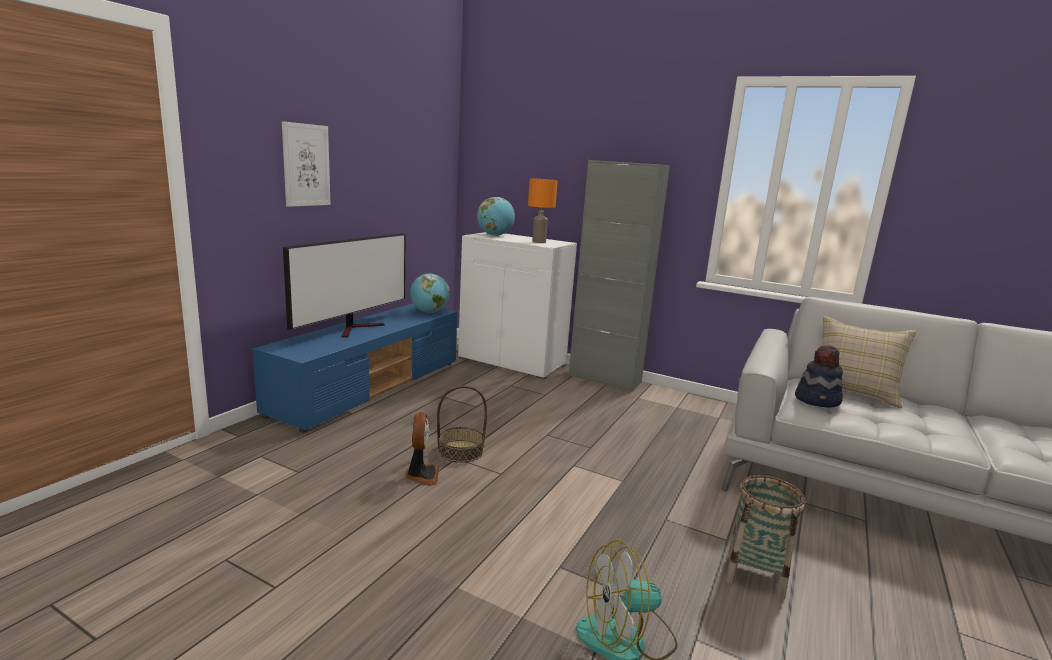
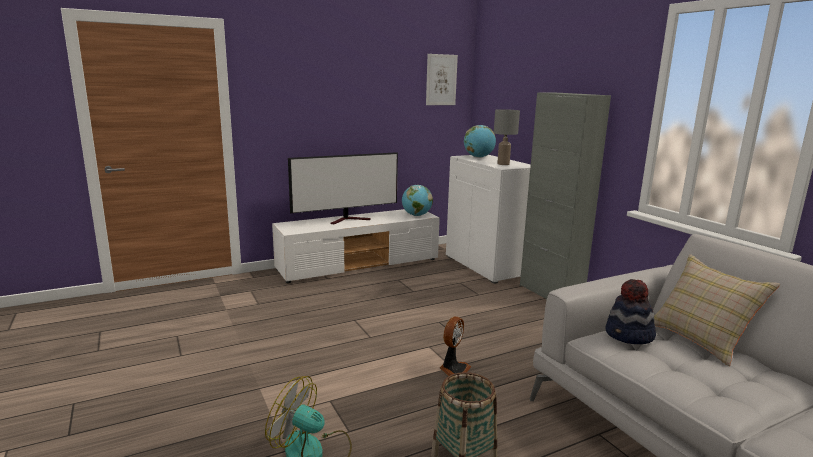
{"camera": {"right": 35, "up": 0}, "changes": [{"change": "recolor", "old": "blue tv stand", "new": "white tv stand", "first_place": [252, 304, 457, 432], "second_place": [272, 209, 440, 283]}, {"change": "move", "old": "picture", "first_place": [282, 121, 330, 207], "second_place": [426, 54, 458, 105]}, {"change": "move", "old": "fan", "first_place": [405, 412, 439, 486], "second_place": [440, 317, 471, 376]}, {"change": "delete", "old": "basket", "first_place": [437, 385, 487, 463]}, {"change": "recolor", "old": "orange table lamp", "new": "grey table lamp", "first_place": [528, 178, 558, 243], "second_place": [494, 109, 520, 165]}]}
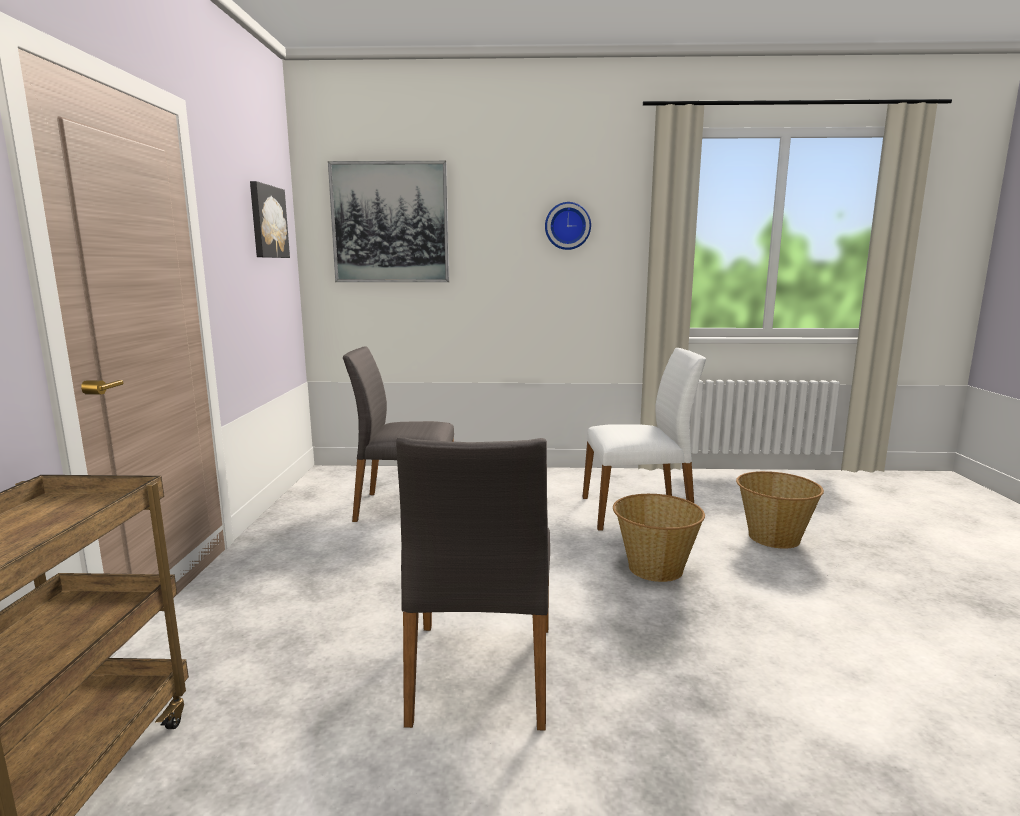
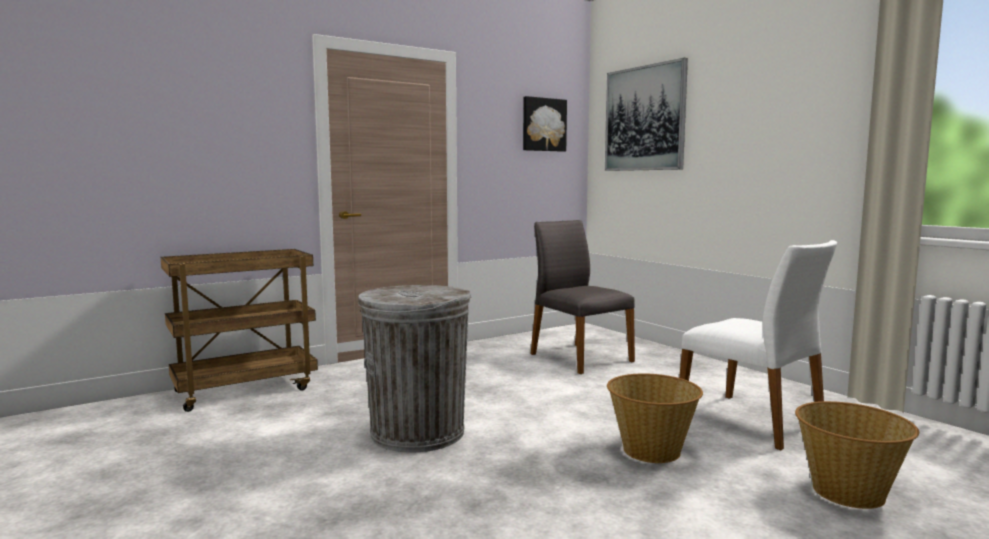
{"camera": {"right": 55, "up": -5}, "changes": [{"change": "replace", "old": "grey chair", "new": "grey trash can", "first_place": [396, 437, 550, 730], "second_place": [358, 285, 471, 453]}, {"change": "delete", "old": "wall clock", "first_place": [545, 202, 591, 250]}]}
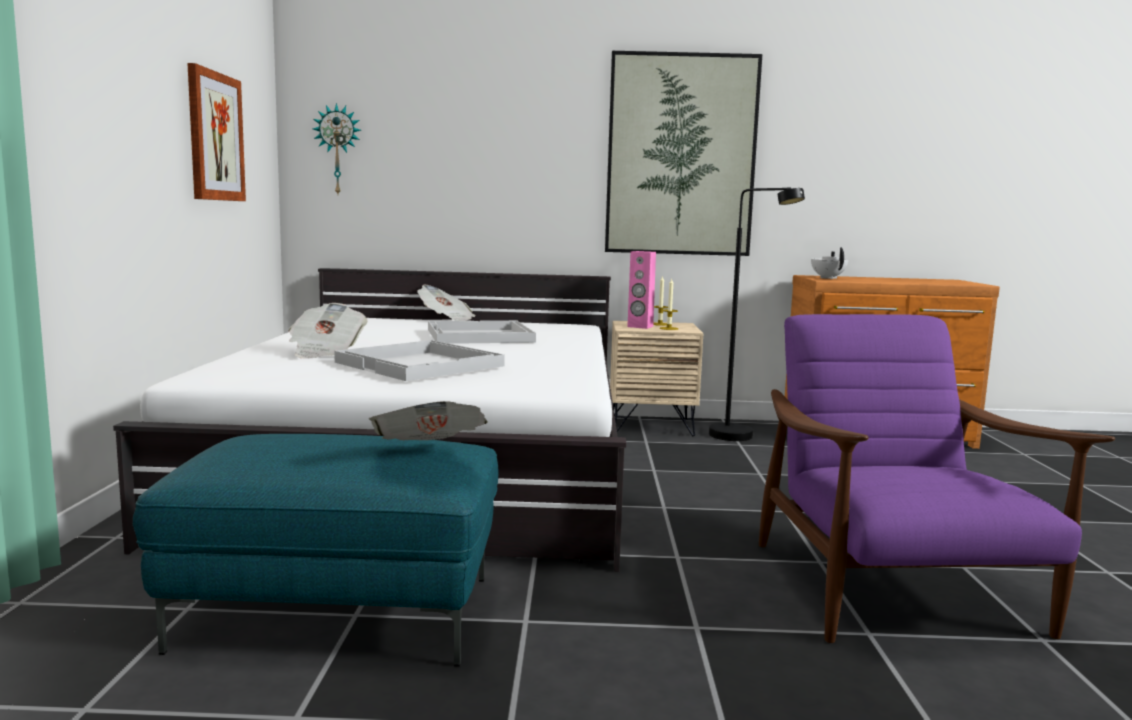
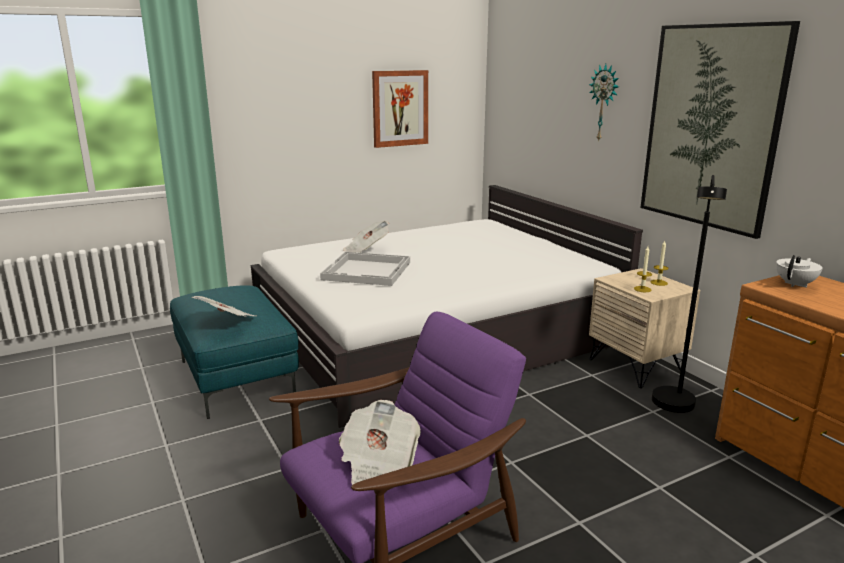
{"camera": {"right": 60, "up": 10}, "changes": [{"change": "move", "old": "wall clock", "first_place": [313, 103, 361, 194], "second_place": [589, 64, 619, 142]}, {"change": "move", "old": "newspaper", "first_place": [417, 285, 476, 321], "second_place": [339, 400, 421, 485]}, {"change": "delete", "old": "white tray", "first_place": [428, 320, 536, 344]}, {"change": "delete", "old": "pink speaker", "first_place": [627, 251, 656, 329]}]}
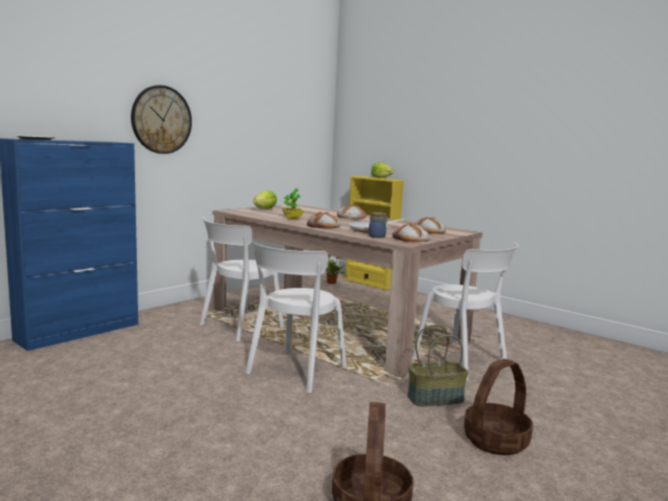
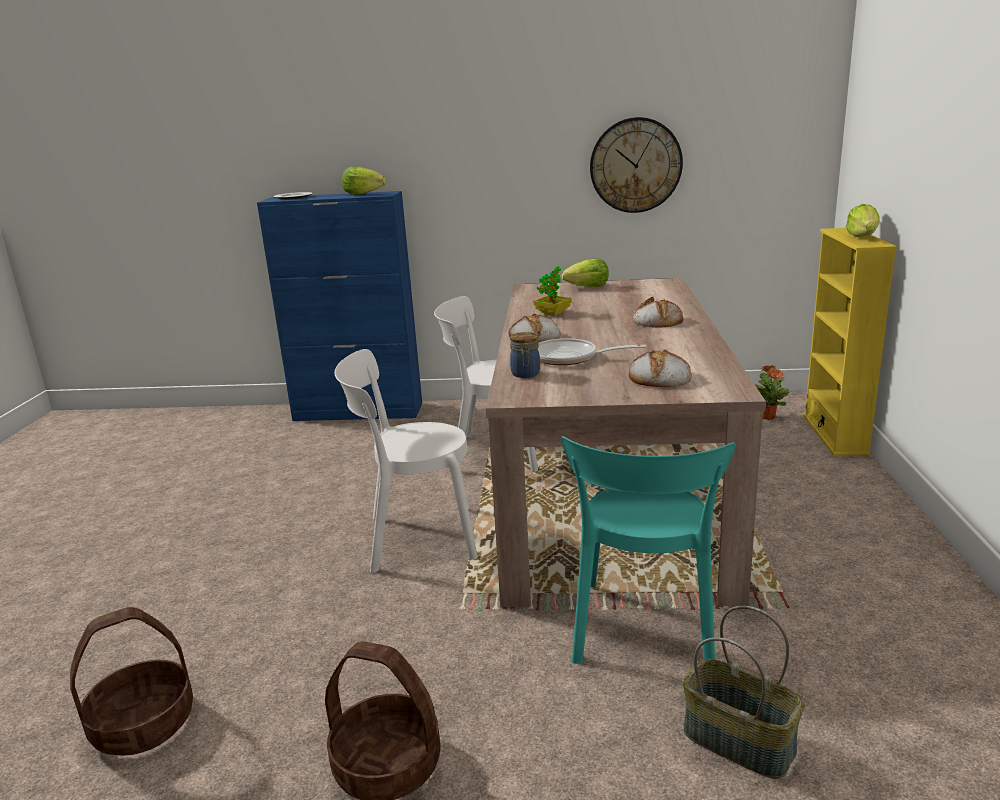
{"camera": {"right": 55, "up": 10}, "changes": [{"change": "move", "old": "wall clock", "first_place": [131, 85, 192, 154], "second_place": [590, 117, 683, 213]}, {"change": "delete", "old": "bread", "first_place": [392, 223, 429, 242]}, {"change": "move", "old": "basket", "first_place": [408, 324, 468, 406], "second_place": [683, 606, 805, 779]}, {"change": "recolor", "old": "white chair", "new": "turquoise chair", "first_place": [412, 242, 518, 380], "second_place": [561, 436, 736, 664]}, {"change": "insert", "new": "lettuce", "second_place": [342, 167, 386, 195]}]}
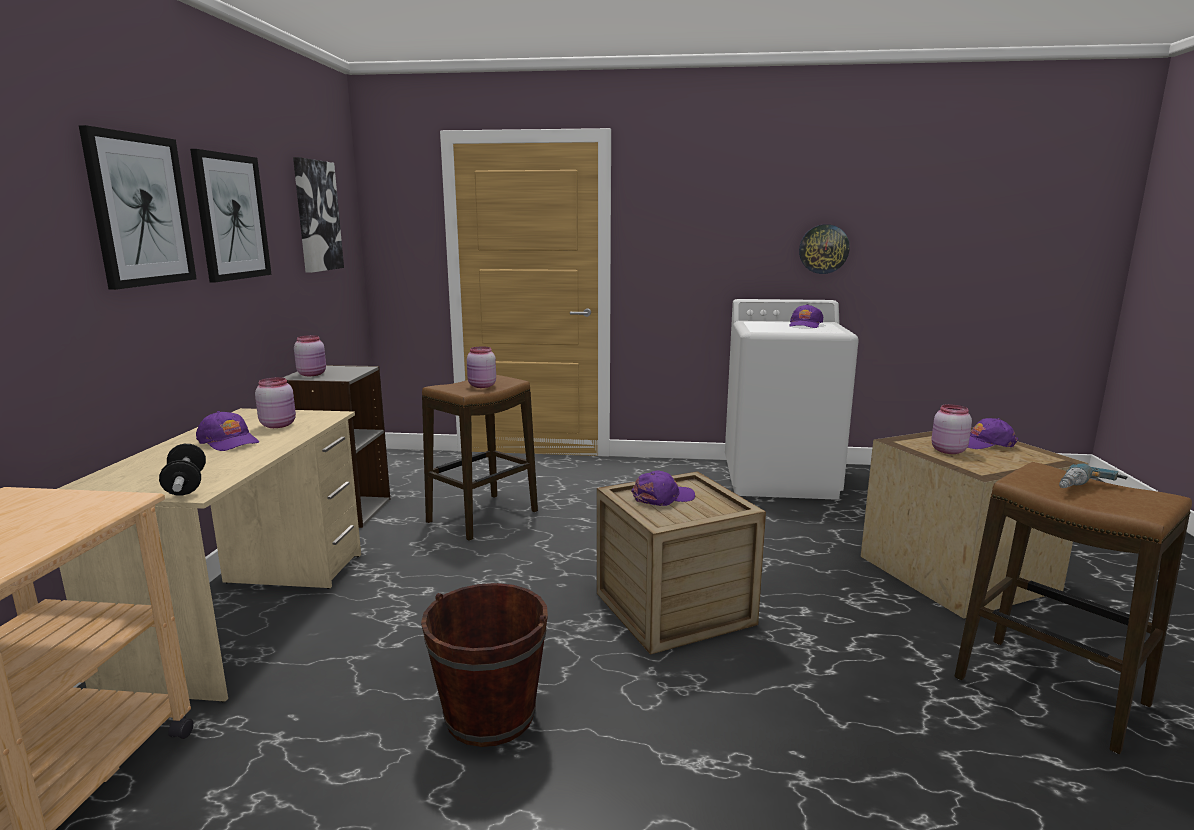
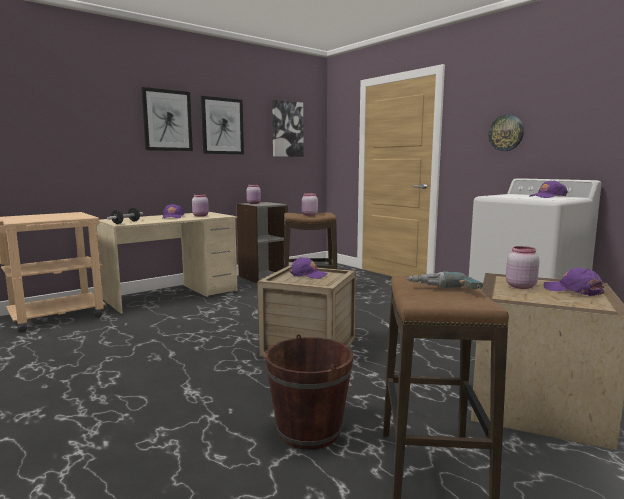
{"camera": {"right": 45, "up": -5}, "changes": [{"change": "move", "old": "brown bucket", "first_place": [421, 583, 548, 747], "second_place": [264, 334, 353, 450]}, {"change": "move", "old": "wall clock", "first_place": [799, 224, 850, 274], "second_place": [488, 114, 524, 151]}]}
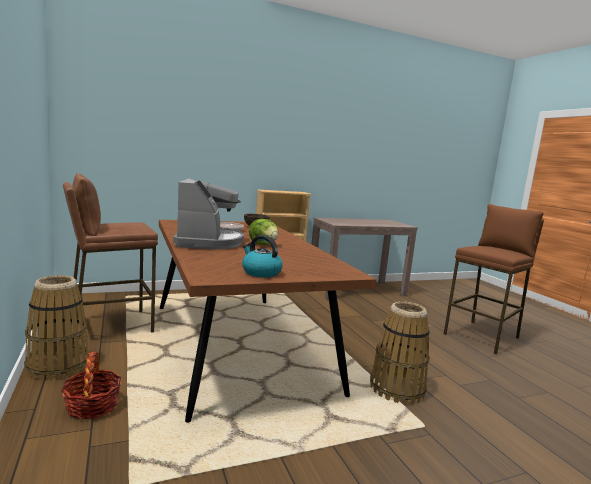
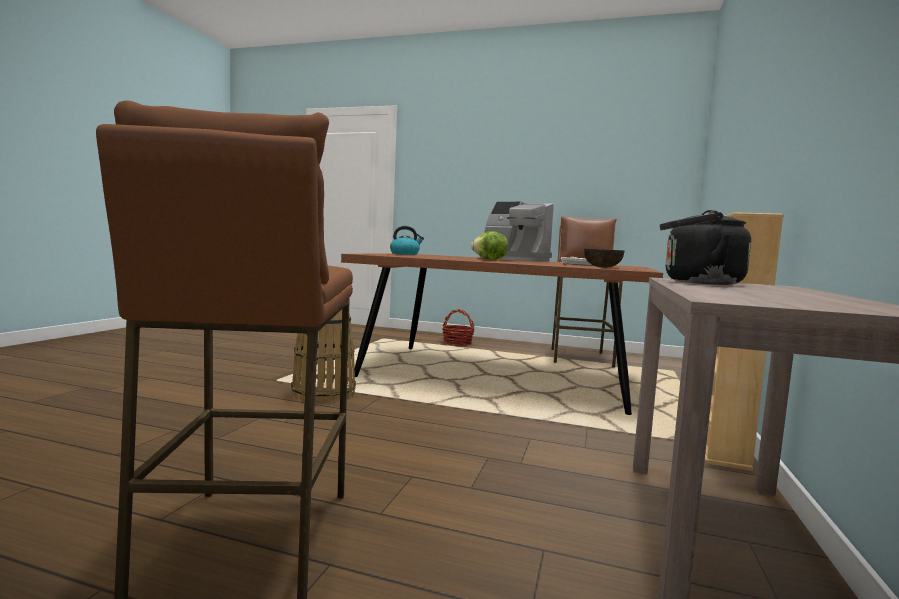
{"camera": {"right": 130, "up": -5}, "changes": [{"change": "delete", "old": "basket", "first_place": [24, 275, 90, 381]}, {"change": "insert", "new": "black kettle", "second_place": [660, 210, 751, 285]}]}
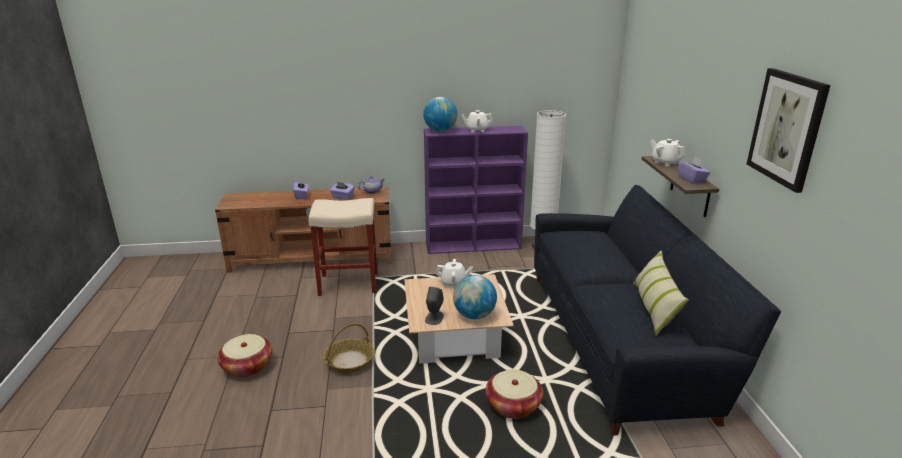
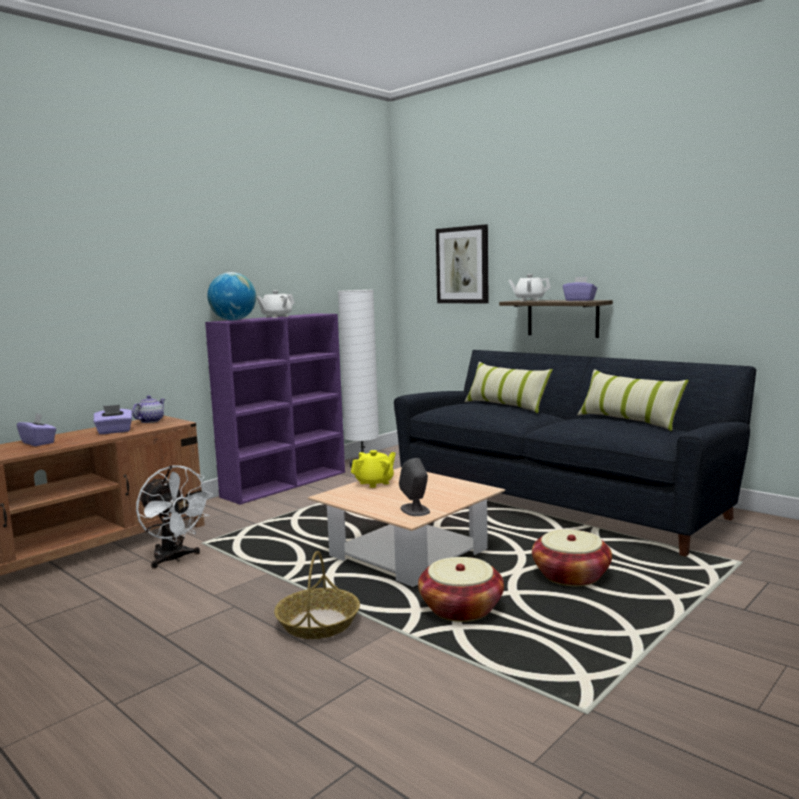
{"camera": {"right": -40, "up": -15}, "changes": [{"change": "move", "old": "basket", "first_place": [217, 334, 273, 378], "second_place": [418, 557, 504, 622]}, {"change": "replace", "old": "beige stool", "new": "white fan", "first_place": [308, 198, 377, 296], "second_place": [136, 465, 213, 569]}, {"change": "recolor", "old": "white teapot", "new": "yellow teapot", "first_place": [435, 259, 473, 287], "second_place": [351, 450, 396, 488]}, {"change": "delete", "old": "globe", "first_place": [453, 275, 497, 319]}, {"change": "move", "old": "picture", "first_place": [747, 68, 831, 193], "second_place": [436, 225, 489, 303]}, {"change": "insert", "new": "pillow", "second_place": [464, 362, 553, 413]}]}
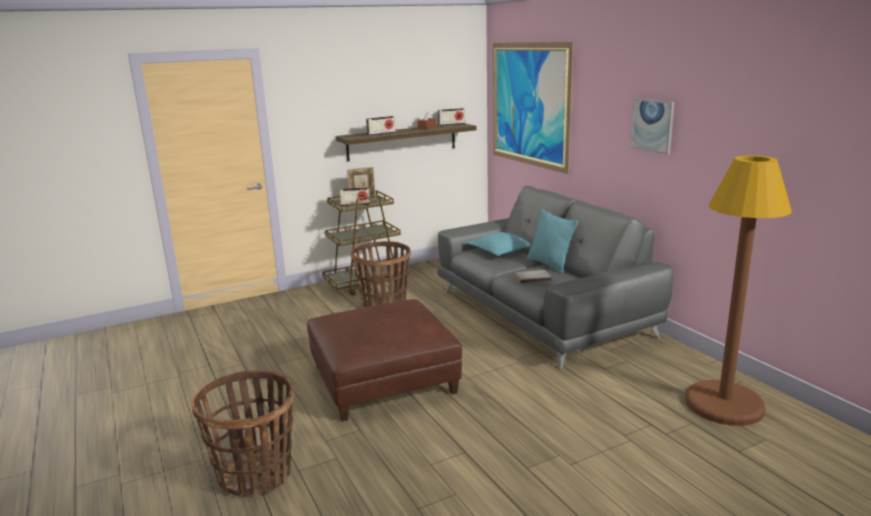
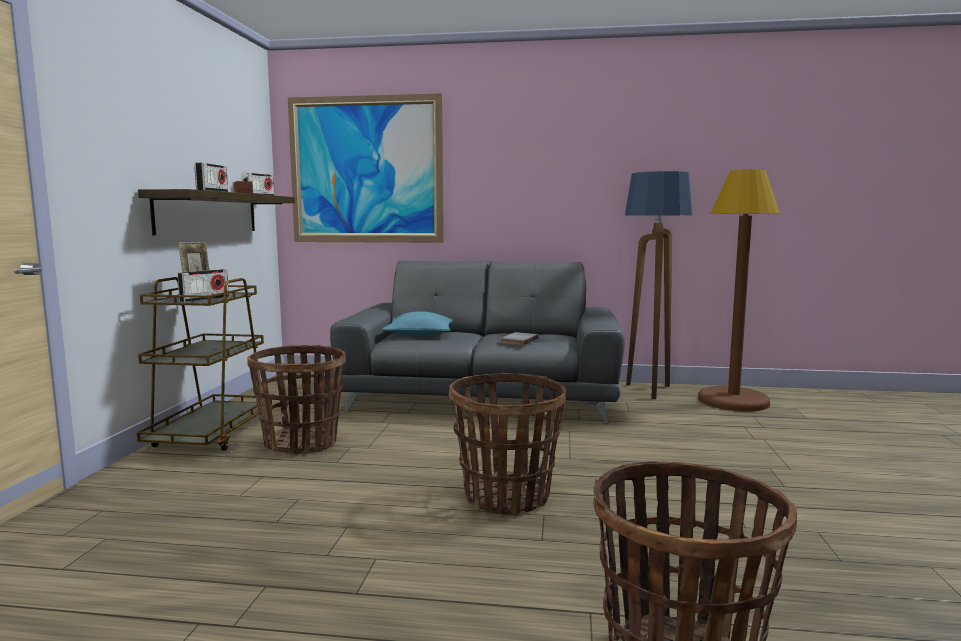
{"camera": {"right": -55, "up": -10}, "changes": [{"change": "replace", "old": "brown ottoman", "new": "basket", "first_place": [307, 299, 462, 422], "second_place": [449, 373, 566, 516]}, {"change": "delete", "old": "turquoise pillow", "first_place": [527, 209, 578, 274]}, {"change": "delete", "old": "picture", "first_place": [631, 99, 674, 154]}, {"change": "insert", "new": "floor lamp", "second_place": [625, 171, 692, 399]}]}
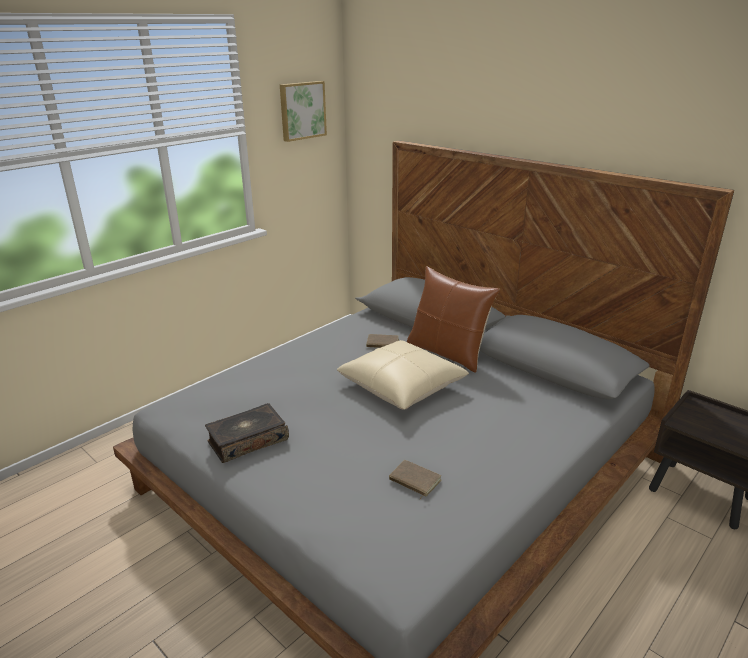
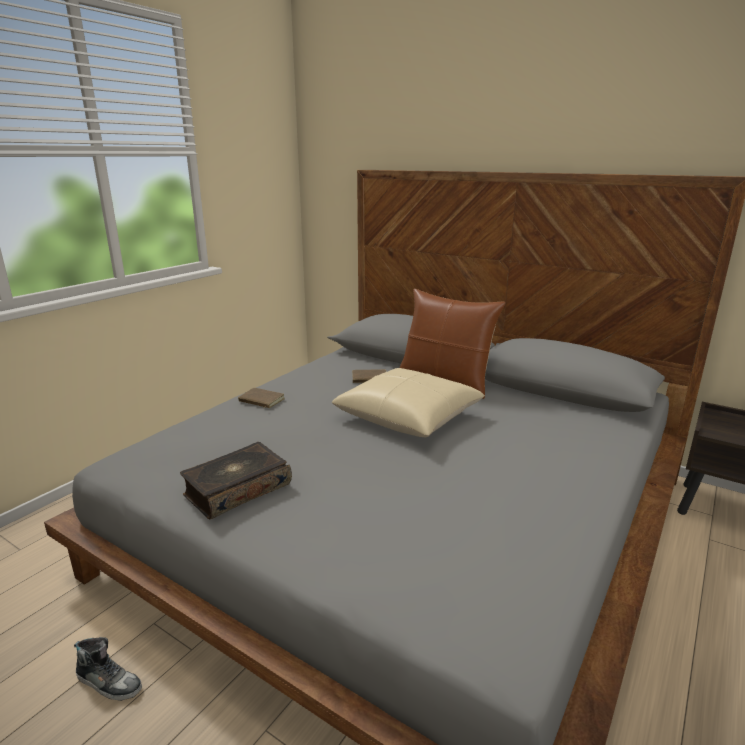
{"camera": {"right": -10, "up": -5}, "changes": [{"change": "delete", "old": "picture", "first_place": [280, 81, 327, 142]}, {"change": "move", "old": "brown book", "first_place": [389, 460, 442, 499], "second_place": [238, 388, 285, 409]}, {"change": "insert", "new": "shoe", "second_place": [74, 637, 142, 701]}]}
